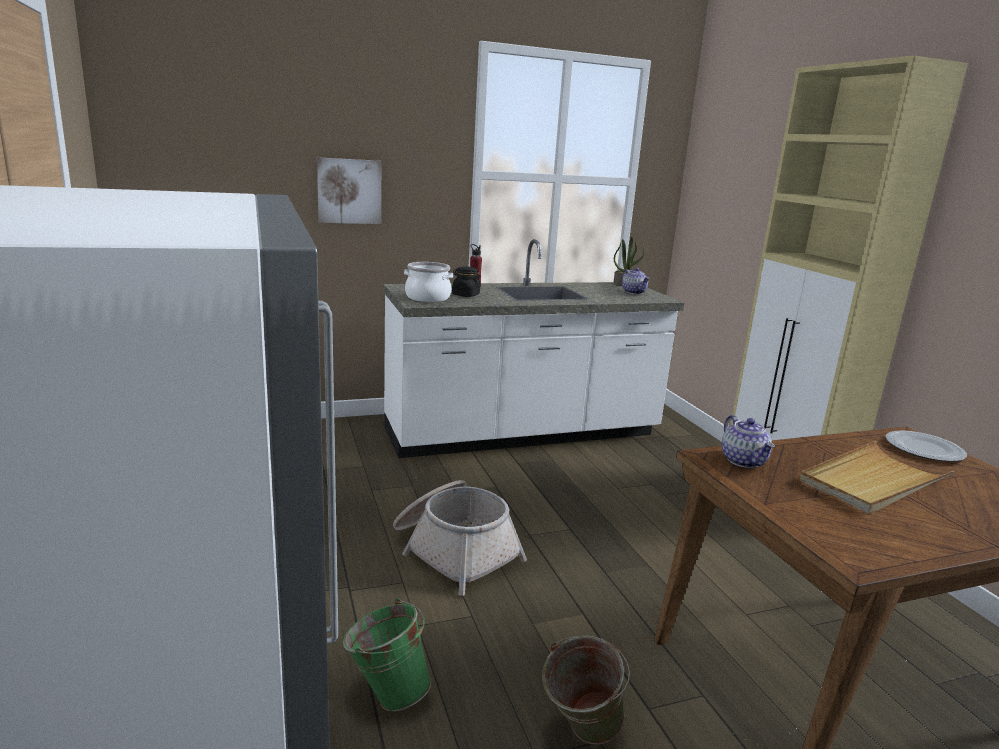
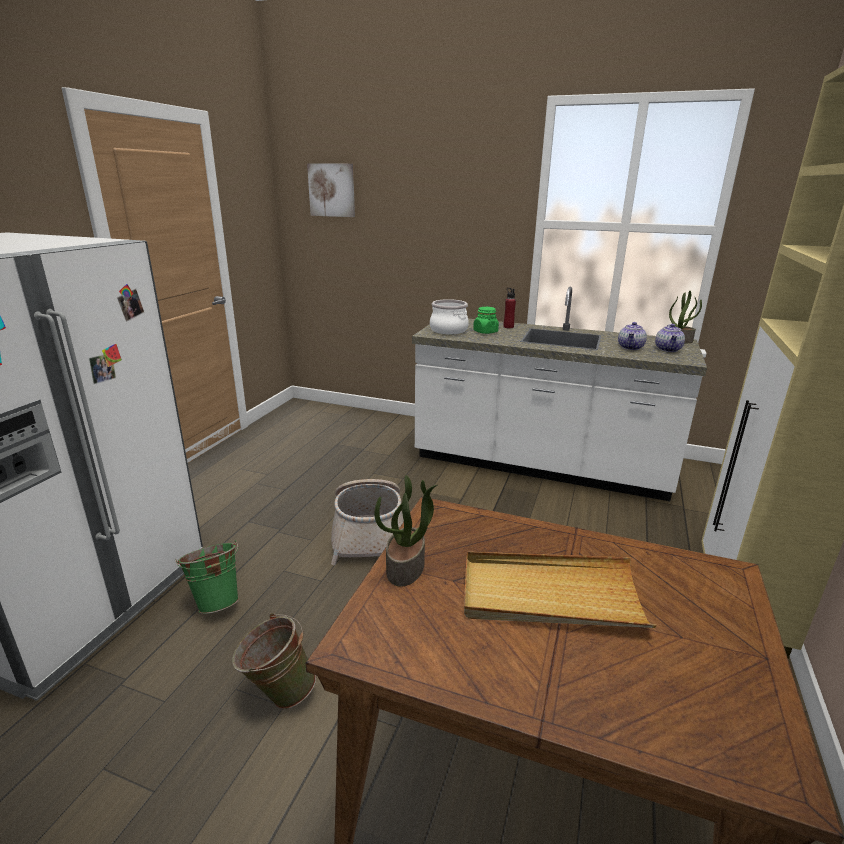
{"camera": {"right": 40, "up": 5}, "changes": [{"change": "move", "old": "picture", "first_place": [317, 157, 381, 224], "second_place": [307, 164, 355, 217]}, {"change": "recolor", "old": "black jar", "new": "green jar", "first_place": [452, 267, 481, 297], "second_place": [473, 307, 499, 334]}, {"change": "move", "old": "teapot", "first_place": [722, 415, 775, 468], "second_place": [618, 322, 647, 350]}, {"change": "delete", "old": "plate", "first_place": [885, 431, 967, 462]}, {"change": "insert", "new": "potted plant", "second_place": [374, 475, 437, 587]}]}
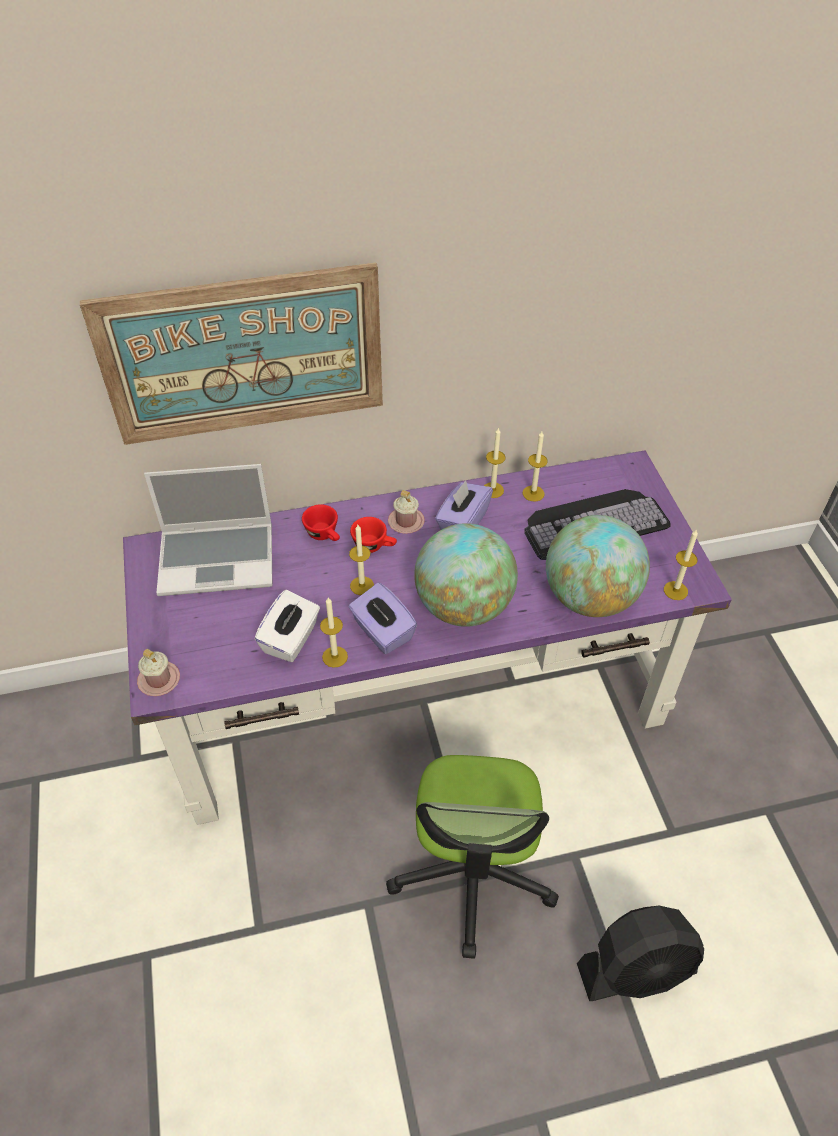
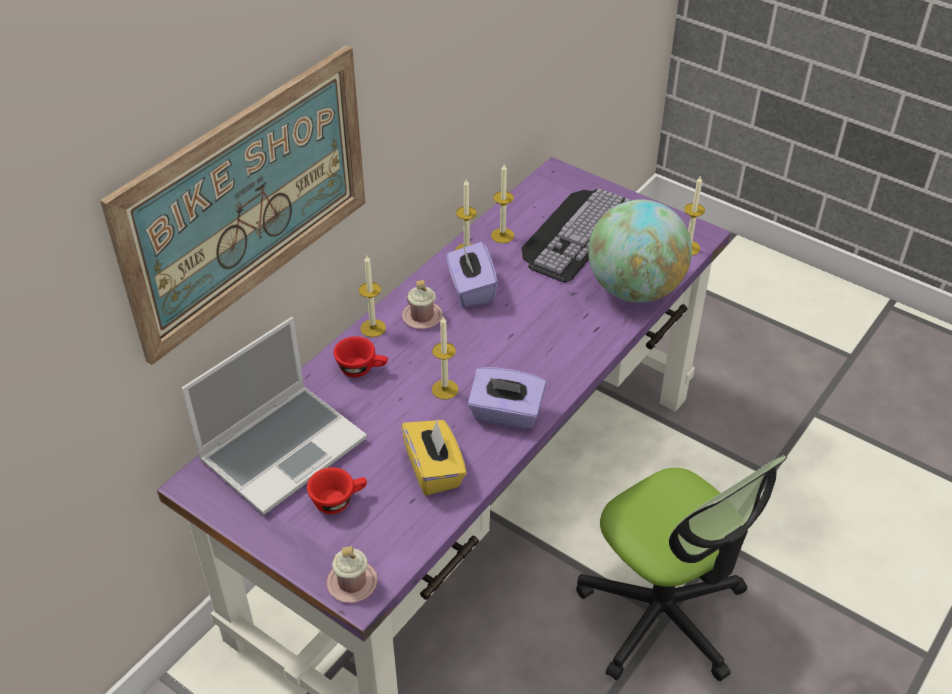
{"camera": {"right": -40, "up": -5}, "changes": [{"change": "recolor", "old": "white tissue box", "new": "yellow tissue box", "first_place": [255, 590, 320, 662], "second_place": [401, 420, 467, 496]}, {"change": "move", "old": "candle", "first_place": [320, 597, 348, 668], "second_place": [359, 256, 386, 337]}, {"change": "move", "old": "red cup", "first_place": [350, 517, 397, 553], "second_place": [307, 467, 367, 514]}, {"change": "delete", "old": "globe", "first_place": [414, 523, 518, 627]}, {"change": "delete", "old": "black fan", "first_place": [577, 906, 704, 1001]}]}
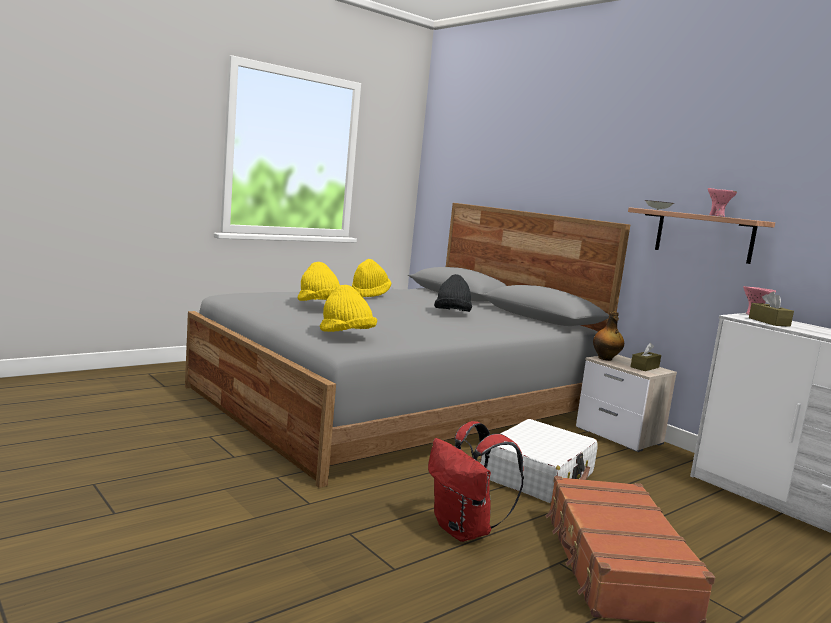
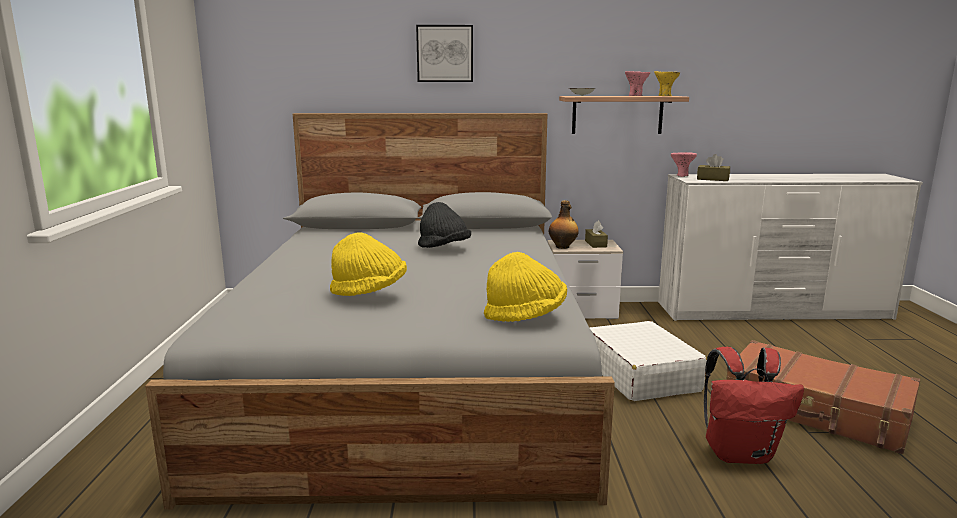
{"camera": {"right": -50, "up": 5}, "changes": [{"change": "delete", "old": "yellow hat", "first_place": [352, 259, 391, 297]}, {"change": "insert", "new": "picture", "second_place": [416, 25, 473, 82]}, {"change": "insert", "new": "yellow bowl", "second_place": [654, 71, 680, 96]}]}
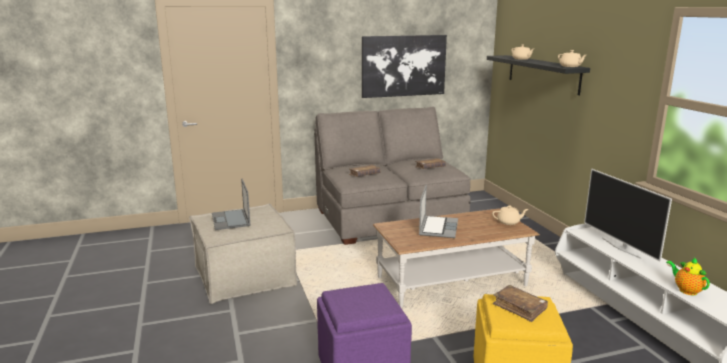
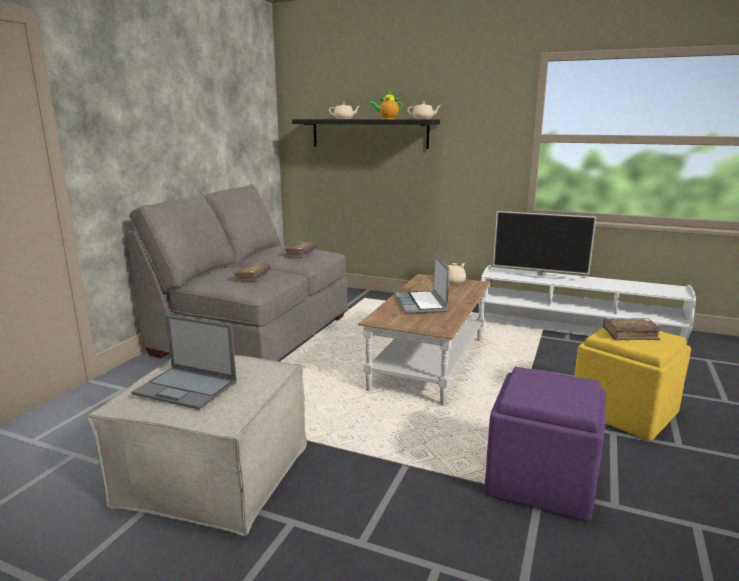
{"camera": {"right": -50, "up": 0}, "changes": [{"change": "delete", "old": "picture", "first_place": [362, 35, 447, 98]}, {"change": "rotate", "old": "laptop", "first_place": [419, 185, 458, 238], "second_place": [395, 254, 449, 314], "degrees": -150}, {"change": "move", "old": "teapot", "first_place": [666, 257, 710, 295], "second_place": [370, 91, 403, 119]}]}
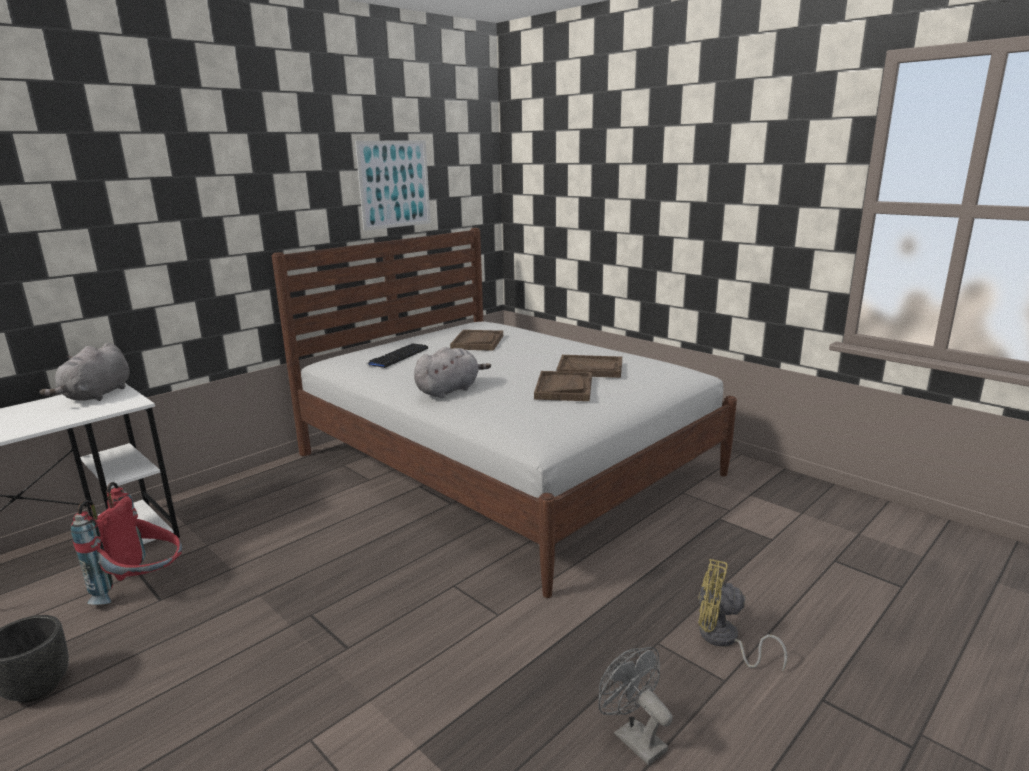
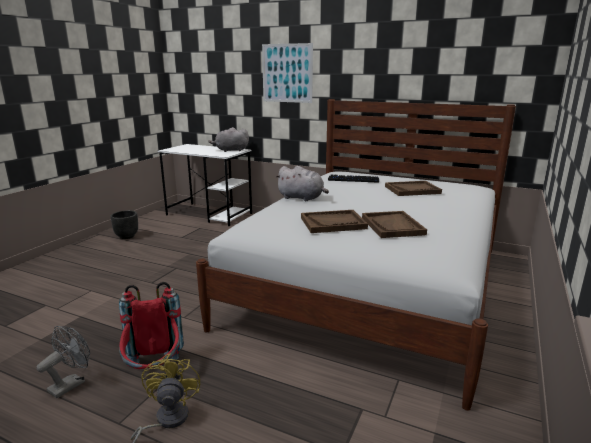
{"camera": {"right": 70, "up": 0}, "changes": [{"change": "move", "old": "red backpack", "first_place": [71, 482, 182, 605], "second_place": [119, 282, 184, 369]}, {"change": "move", "old": "picture", "first_place": [355, 140, 431, 231], "second_place": [262, 43, 313, 103]}]}
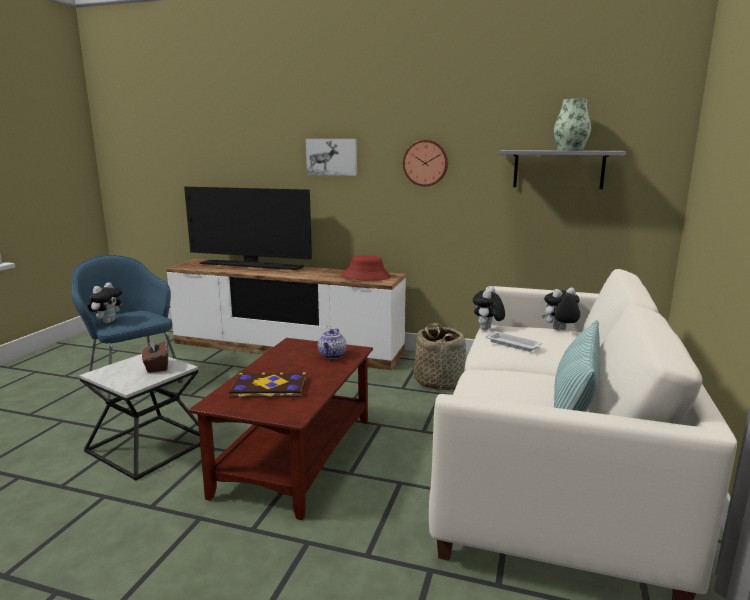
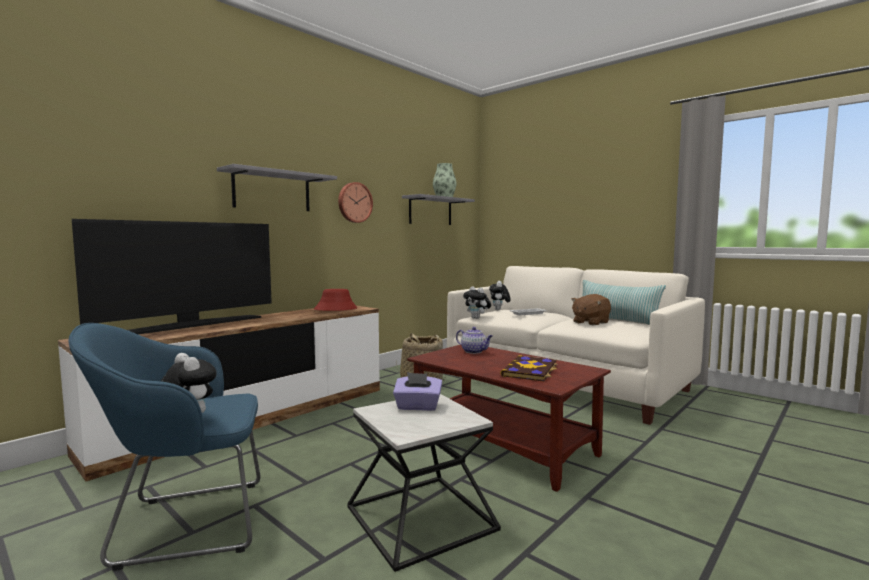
{"camera": {"right": -65, "up": -10}, "changes": [{"change": "recolor", "old": "brown tissue box", "new": "purple tissue box", "first_place": [142, 338, 168, 373], "second_place": [393, 372, 442, 411]}, {"change": "replace", "old": "picture", "new": "grey shelf", "first_place": [306, 139, 357, 176], "second_place": [217, 164, 337, 211]}, {"change": "insert", "new": "brown plush toy", "second_place": [571, 294, 611, 326]}]}
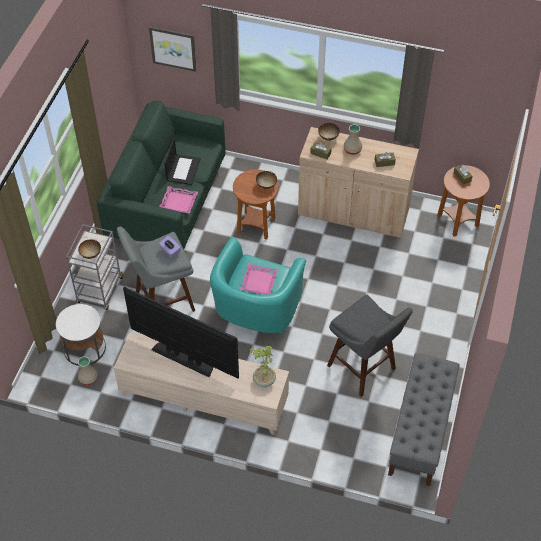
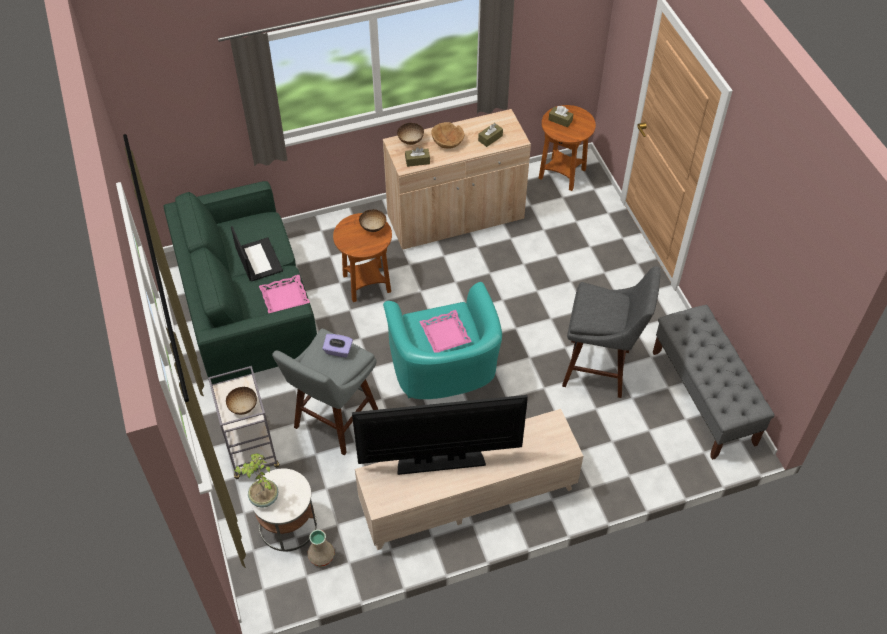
{"camera": {"right": -35, "up": 0}, "changes": [{"change": "delete", "old": "picture", "first_place": [149, 27, 197, 72]}, {"change": "move", "old": "potted plant", "first_place": [250, 346, 276, 387], "second_place": [234, 453, 278, 508]}, {"change": "replace", "old": "beige vase", "new": "brown bowl", "first_place": [343, 124, 362, 155], "second_place": [431, 122, 464, 149]}]}
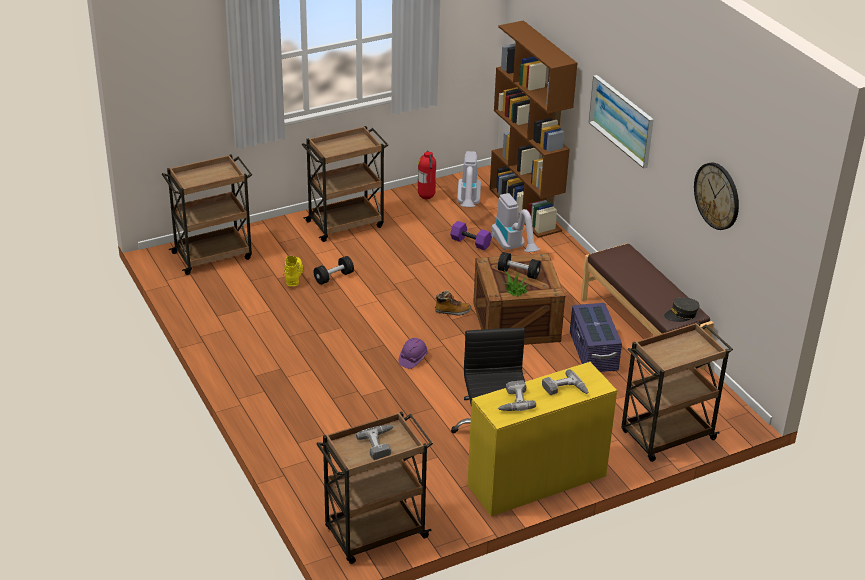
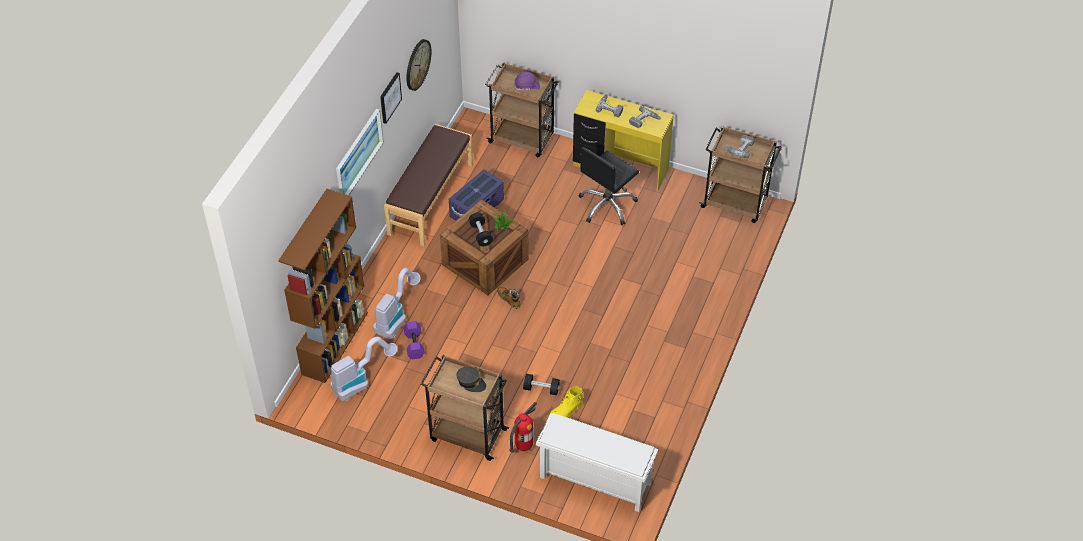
{"camera": {"right": -130, "up": 15}, "changes": [{"change": "replace", "old": "brown cart", "new": "white shoe rack", "first_place": [162, 155, 252, 275], "second_place": [536, 413, 658, 512]}, {"change": "move", "old": "purple hard hat", "first_place": [398, 338, 428, 369], "second_place": [514, 71, 540, 90]}, {"change": "move", "old": "fire extinguisher", "first_place": [418, 151, 436, 199], "second_place": [509, 402, 537, 453]}, {"change": "move", "old": "grey cap", "first_place": [664, 298, 700, 322], "second_place": [456, 367, 486, 392]}, {"change": "insert", "new": "picture", "second_place": [380, 72, 402, 124]}]}
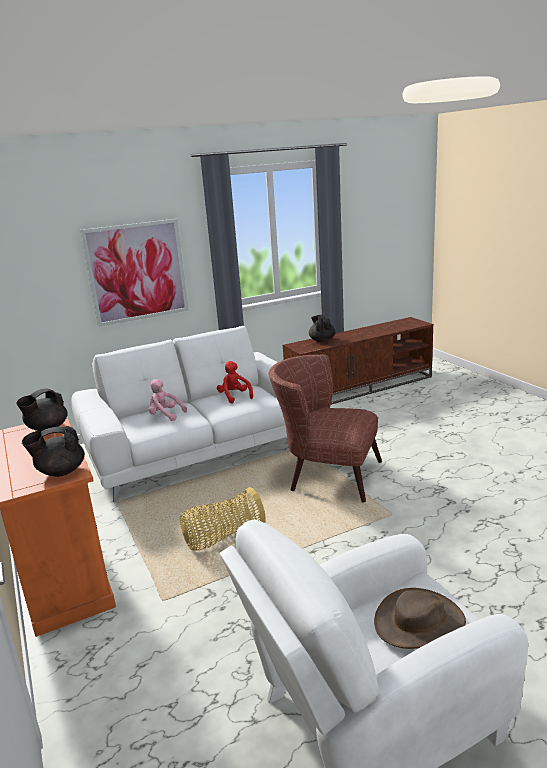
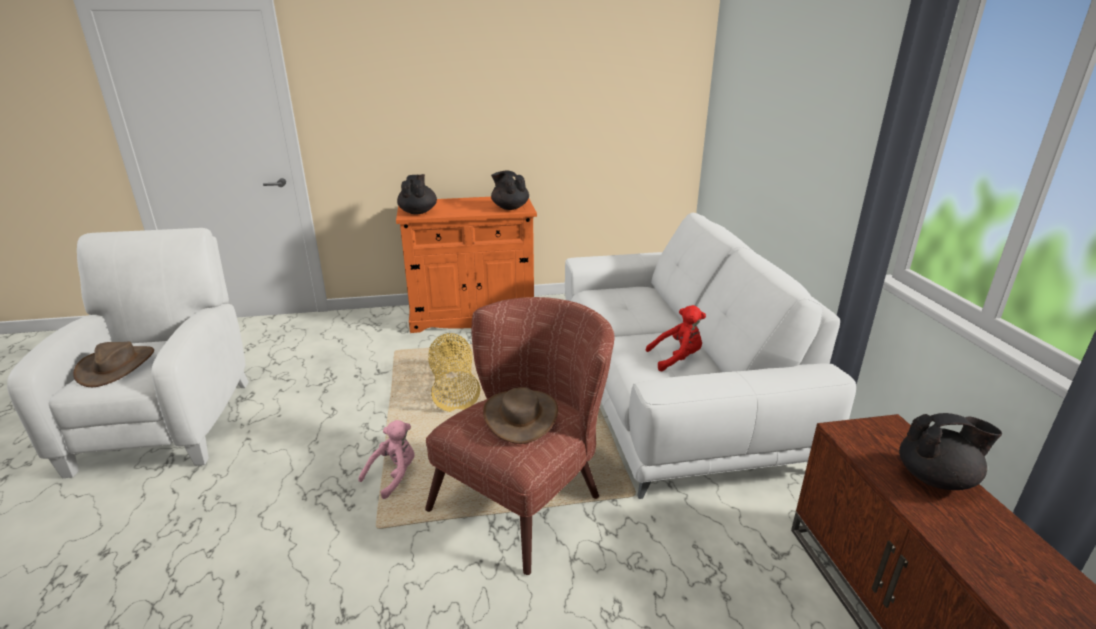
{"camera": {"right": 105, "up": 5}, "changes": [{"change": "delete", "old": "picture", "first_place": [81, 219, 188, 326]}, {"change": "move", "old": "pink plush toy", "first_place": [149, 379, 187, 421], "second_place": [358, 420, 415, 499]}, {"change": "insert", "new": "brown hat", "second_place": [483, 387, 558, 444]}]}
